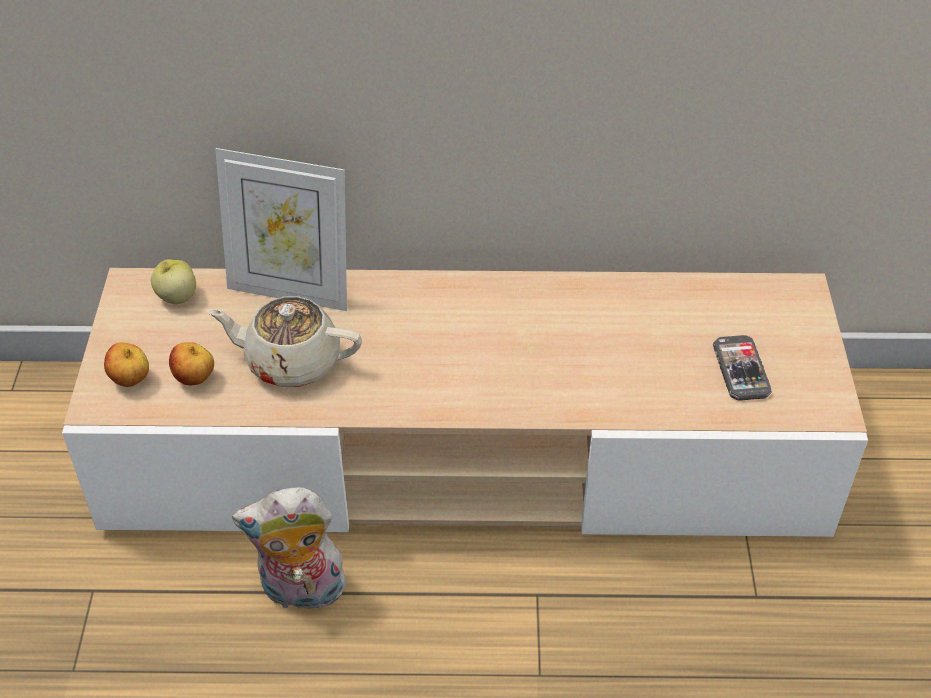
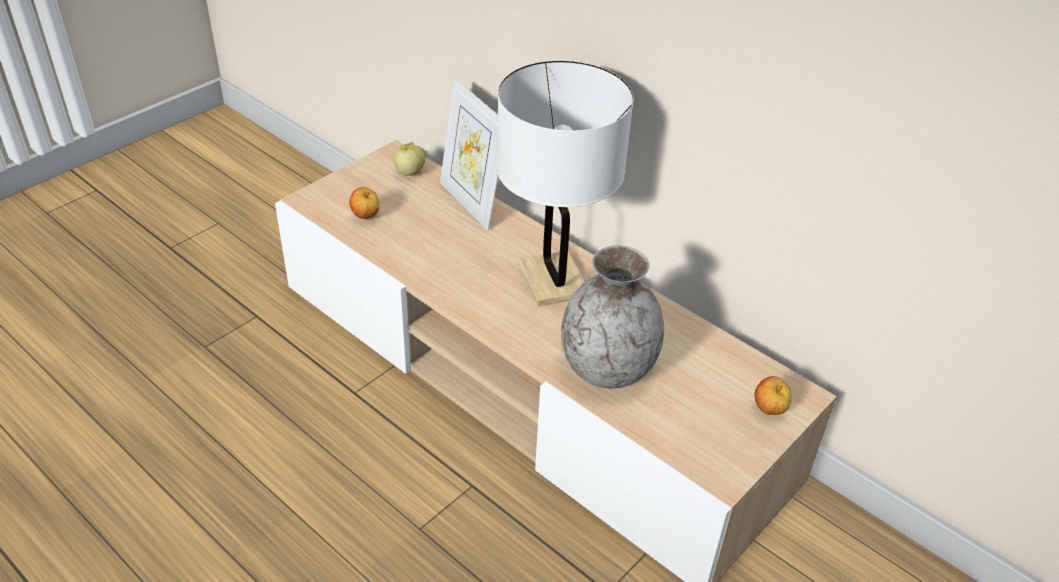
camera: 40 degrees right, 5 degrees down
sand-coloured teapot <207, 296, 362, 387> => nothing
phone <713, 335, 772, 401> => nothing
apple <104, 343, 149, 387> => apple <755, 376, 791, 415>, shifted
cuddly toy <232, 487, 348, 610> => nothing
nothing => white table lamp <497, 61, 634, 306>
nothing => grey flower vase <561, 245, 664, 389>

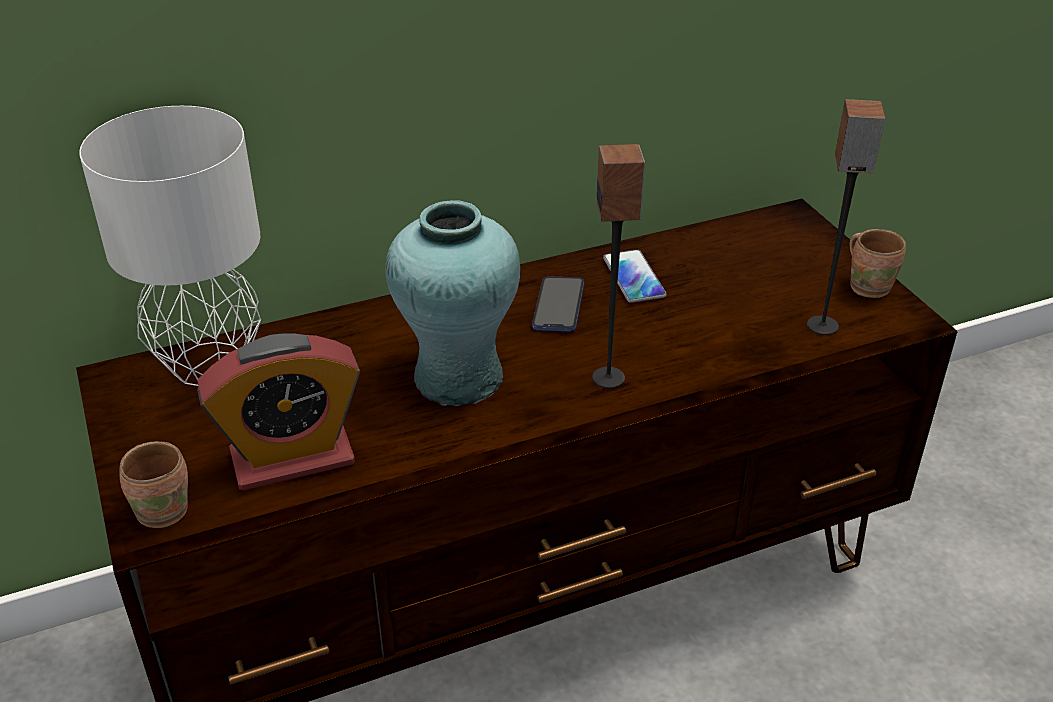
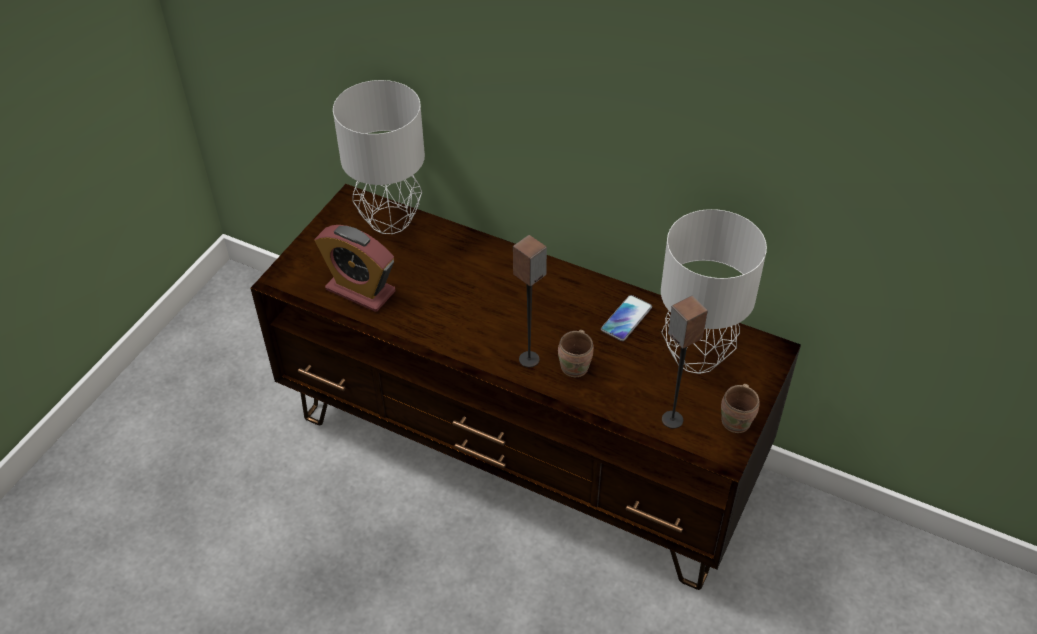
camera: 50 degrees right, 10 degrees up
blue-green flower vase <385, 200, 520, 406> => nothing
phone <532, 277, 584, 331> => nothing
brownish coffee mug <120, 441, 188, 528> => brownish coffee mug <558, 330, 594, 377>, shifted
nothing => grey table lamp <661, 209, 767, 374>

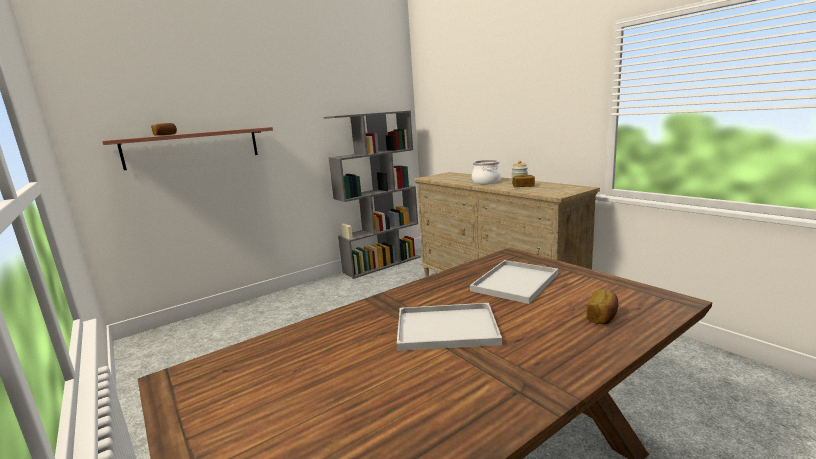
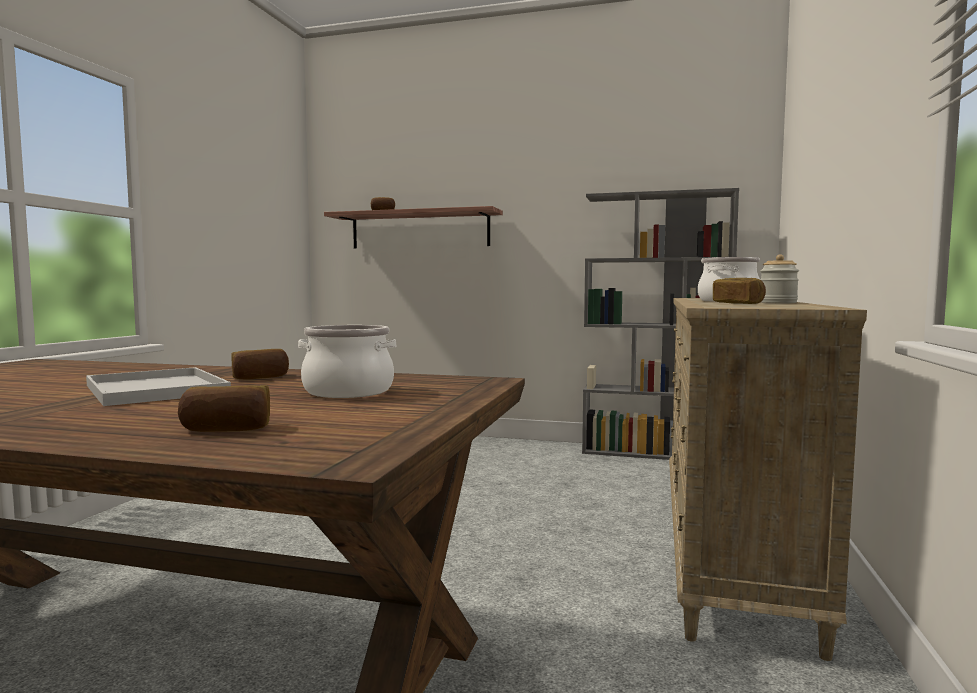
camera: 50 degrees right, 10 degrees down
white tray <470, 260, 558, 304> => cooking pot <298, 325, 396, 398>
nothing => bread <232, 349, 289, 379>

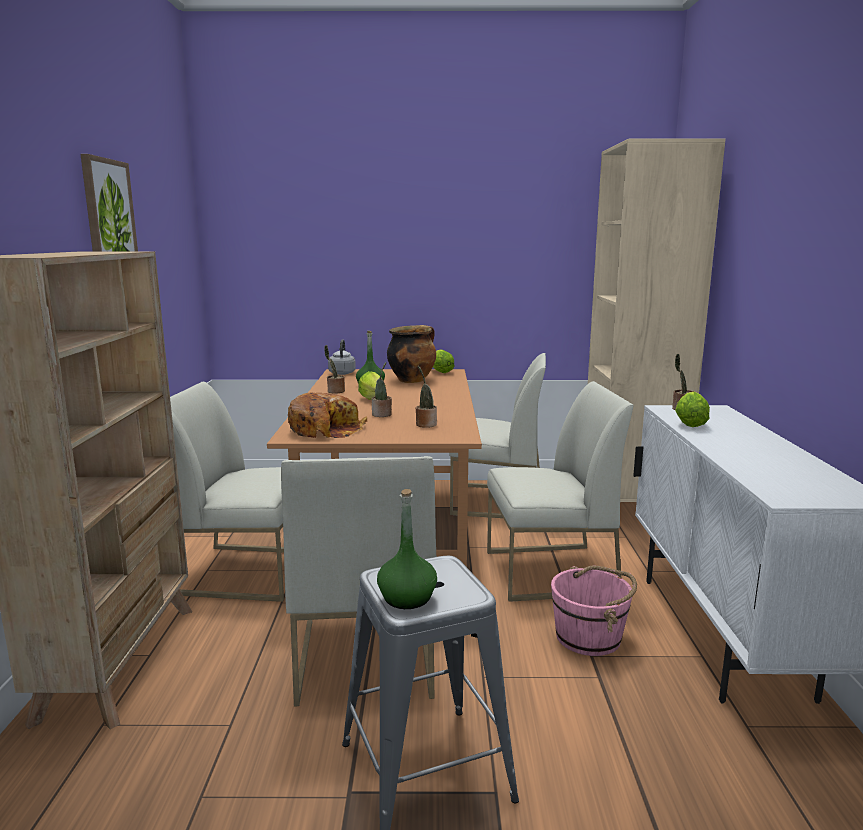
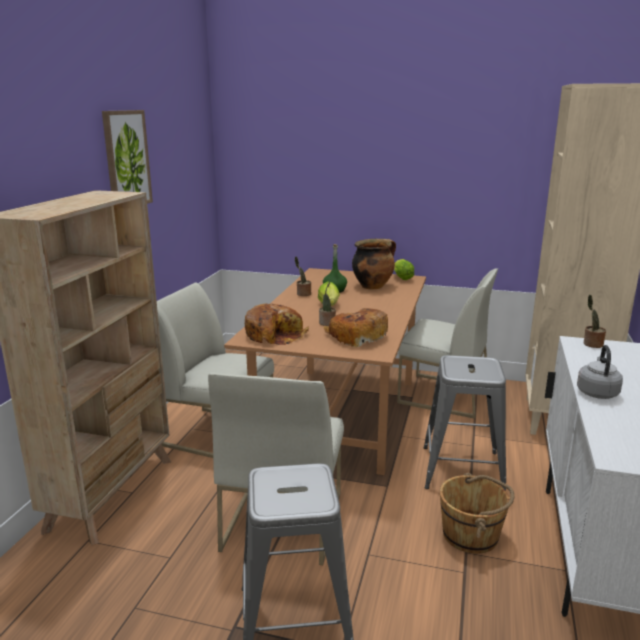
camera: 15 degrees right, 5 degrees up
grey water kettle <328, 339, 356, 375> => grey water kettle <577, 345, 623, 399>, shifted
potted plant <415, 366, 437, 428> => bread <324, 308, 388, 347>
white upright chair <487, 381, 633, 602> => grey sitting stool <423, 355, 506, 490>
head of lettuce <675, 391, 710, 427> => nothing
green drink bottle <377, 489, 437, 609> => nothing
pink bucket <551, 565, 637, 656> => brownish bucket <440, 473, 514, 554>

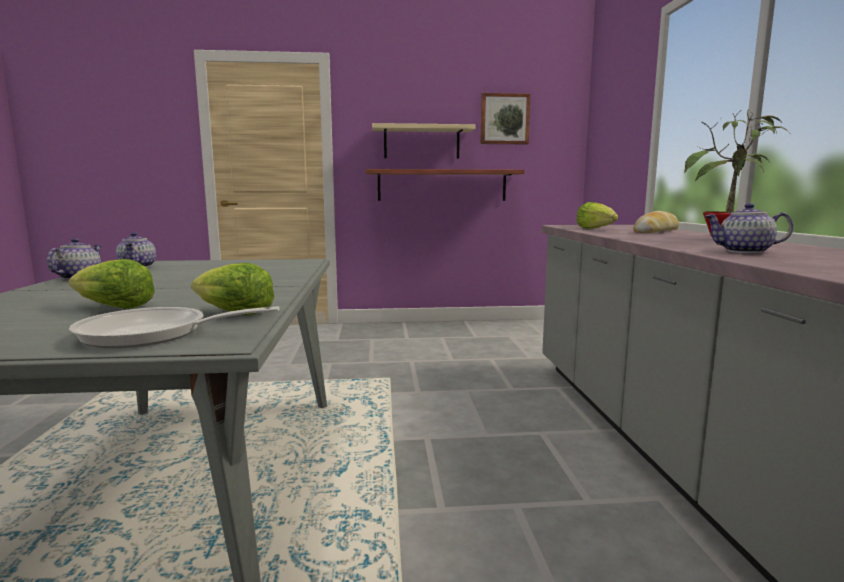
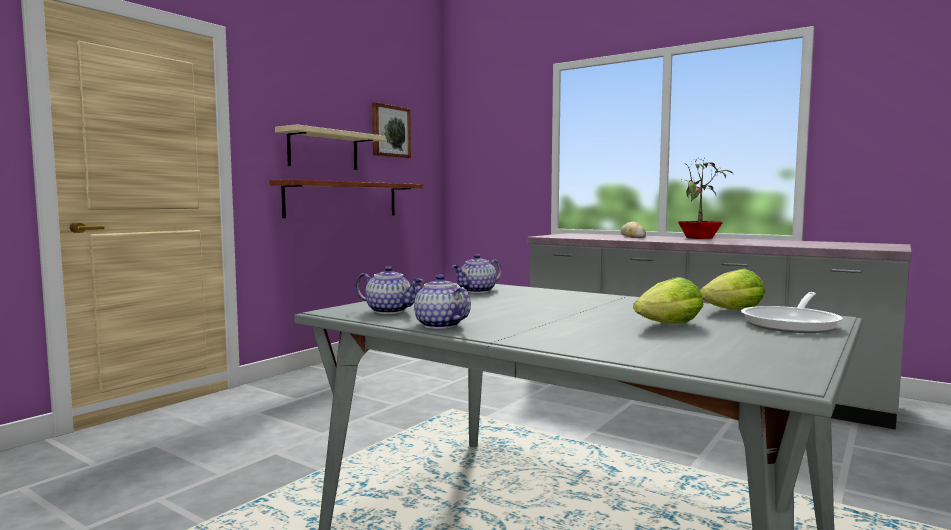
camera: 50 degrees left, 5 degrees down
head of lettuce <576, 202, 618, 229> => nothing
teapot <705, 203, 793, 253> => teapot <452, 254, 502, 293>, shifted

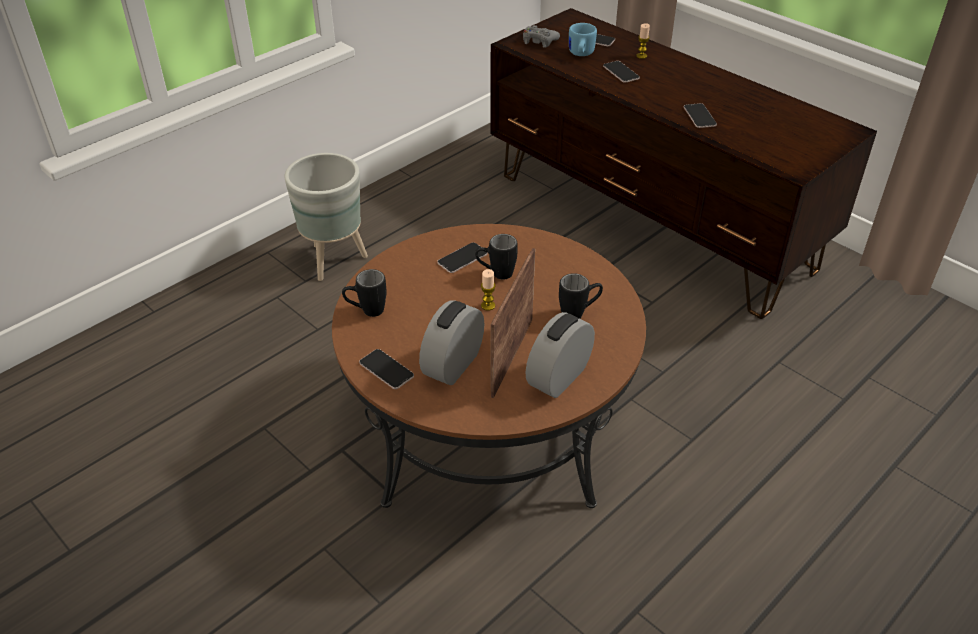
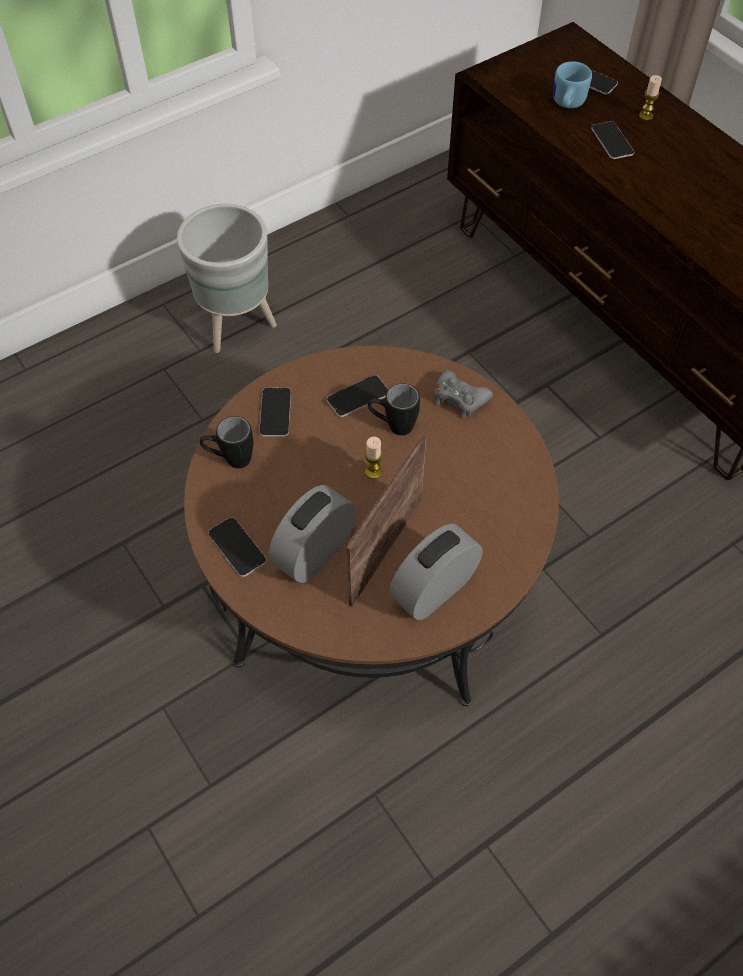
camera: 10 degrees right, 15 degrees up
grey gamepad <523, 25, 560, 48> => grey gamepad <434, 370, 493, 418>, shifted
phone <684, 103, 717, 128> => phone <259, 387, 291, 437>, shifted
black coffee mug <559, 273, 603, 319> => nothing

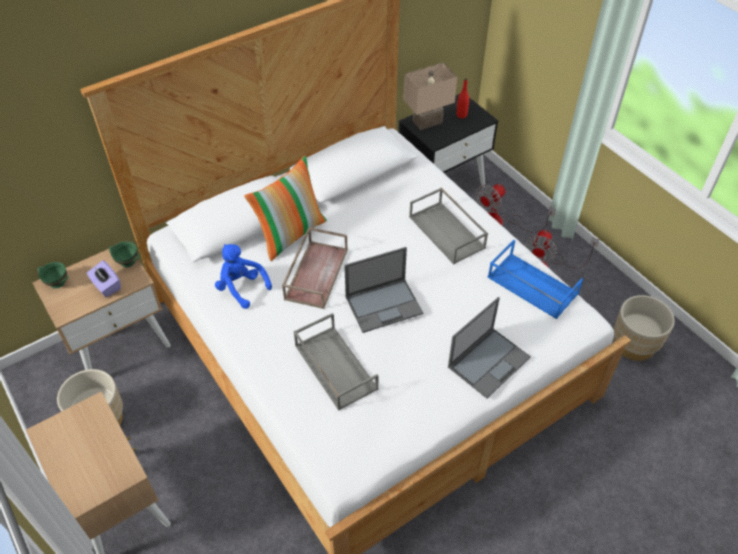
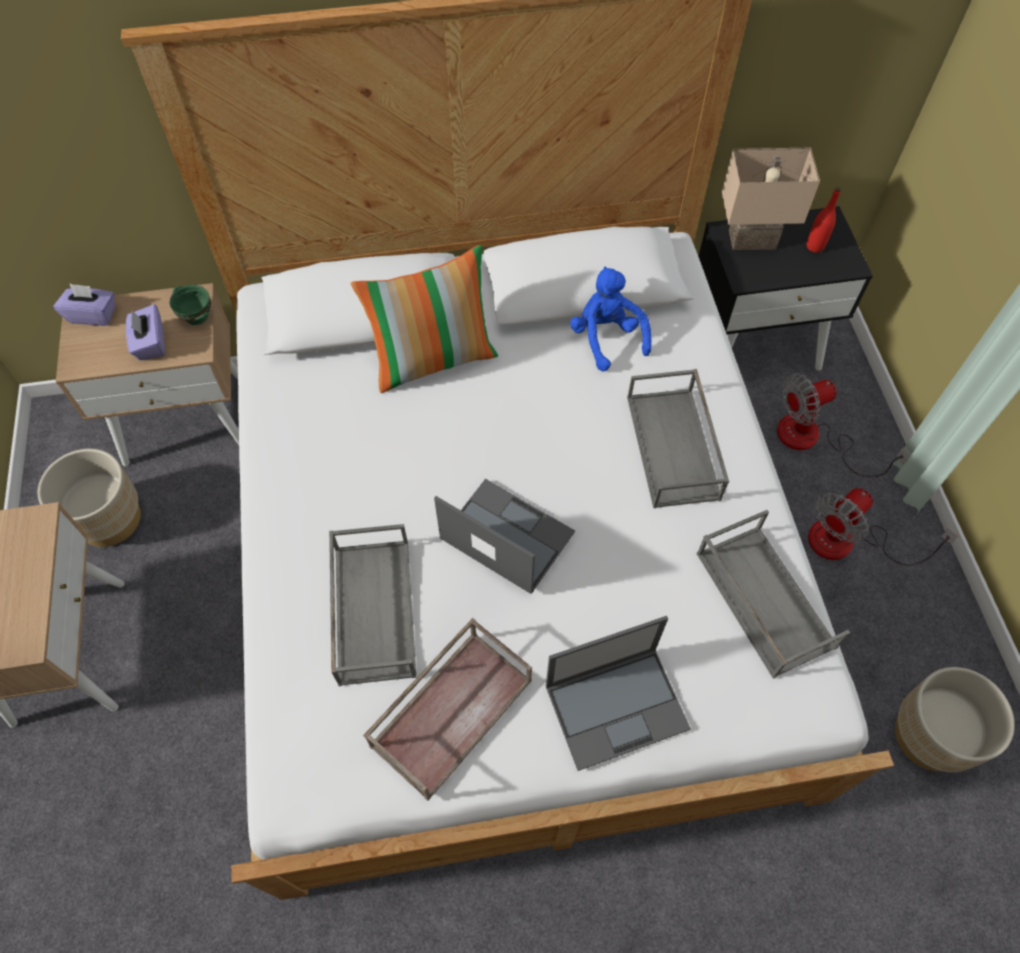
camera: 25 degrees right, 10 degrees up
brownish tray <282, 227, 348, 309> => brownish tray <363, 618, 532, 801>, shifted
blue-coloured tray <488, 240, 583, 319> => grey tray <696, 510, 850, 679>
blue-coloured cuddly toy <215, 244, 272, 309> => blue-coloured cuddly toy <570, 266, 651, 371>, shifted
notebook computer <344, 247, 423, 333> => notebook computer <434, 479, 575, 594>, 150 degrees counterclockwise
green bowl <38, 262, 68, 289> => purplish tissue box <53, 283, 115, 326>

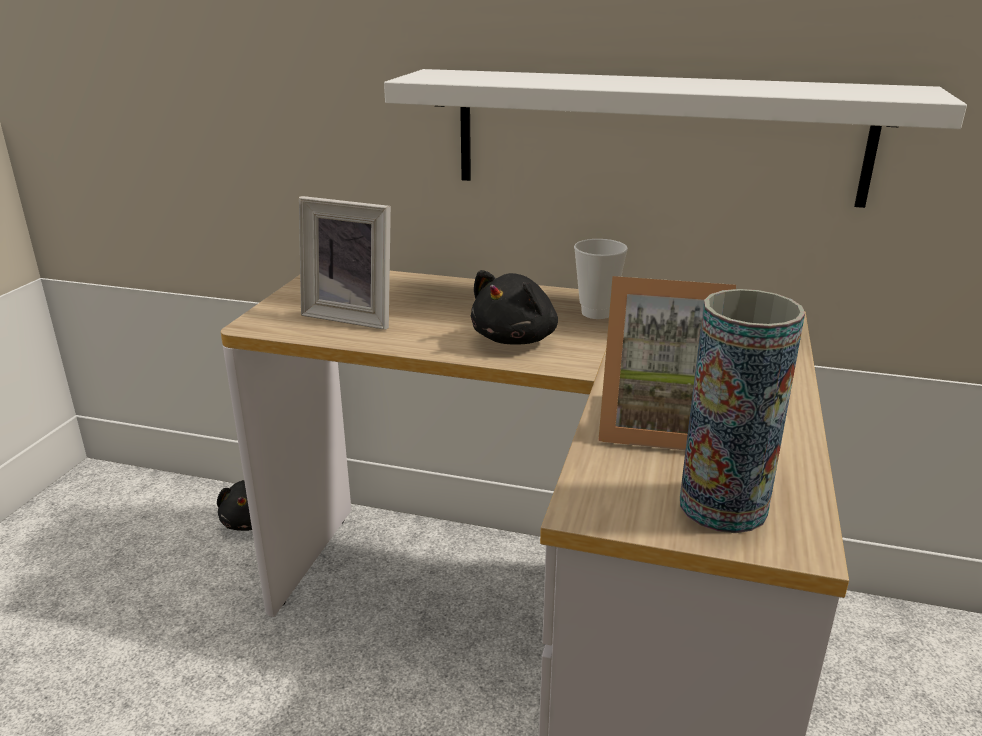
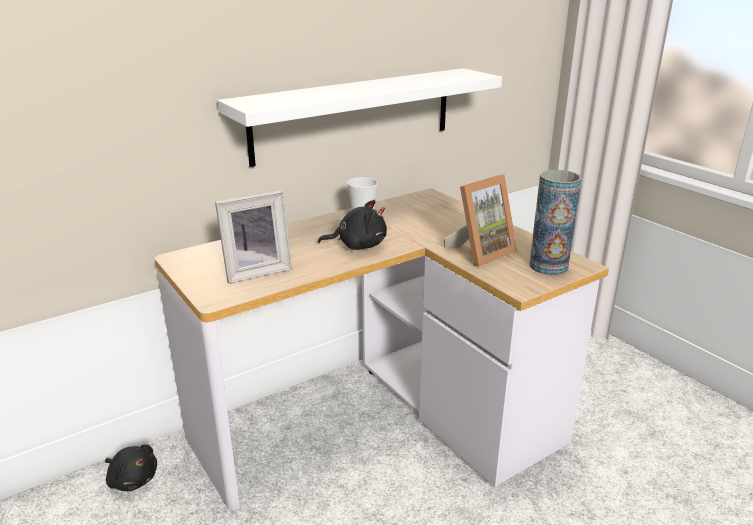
camera: 50 degrees left, 0 degrees up
black cuddly toy <471, 270, 558, 345> => black cuddly toy <318, 200, 387, 250>, 75 degrees counterclockwise

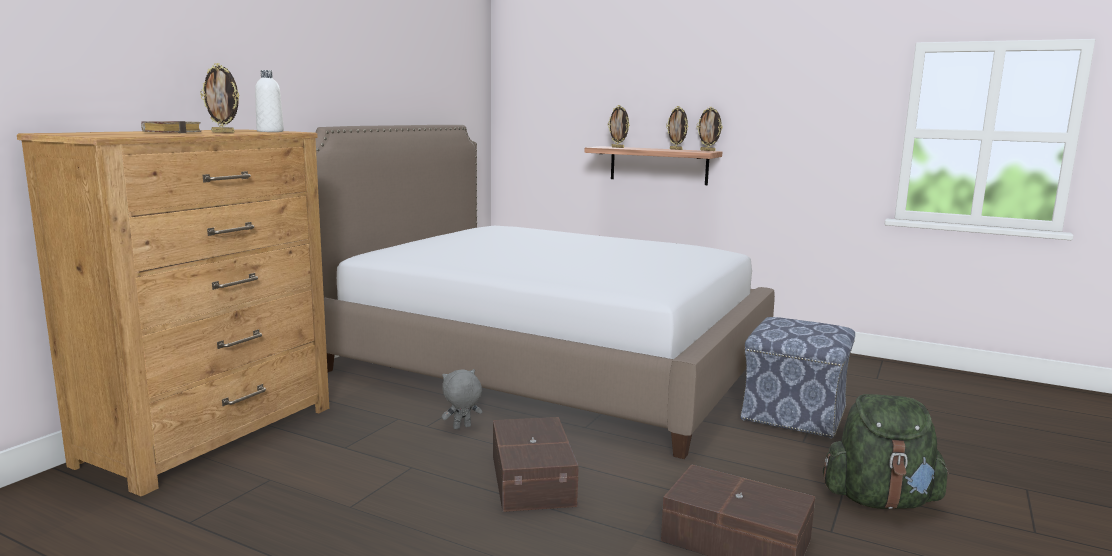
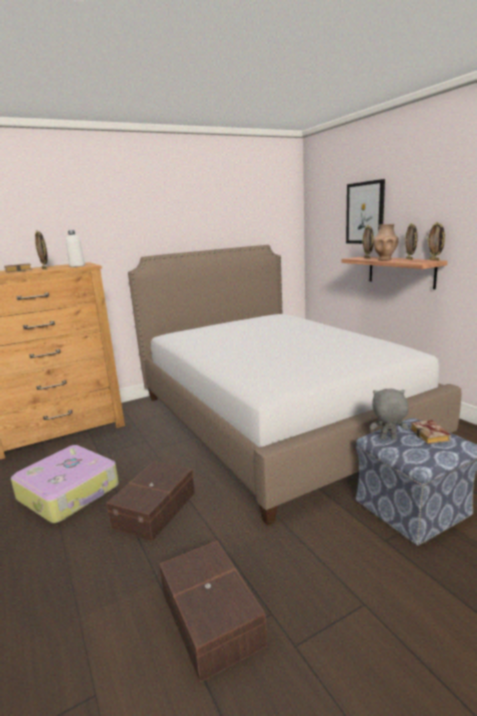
camera: 35 degrees right, 5 degrees up
grey cuddly toy <442, 369, 482, 429> => grey cuddly toy <370, 389, 409, 439>, shifted
green knapsack <823, 394, 949, 509> => nothing
nothing => wall picture <346, 179, 385, 244>
nothing => brownish flower vase <373, 224, 399, 261>
nothing => bound book <410, 420, 451, 444>
nothing => piece of luggage <11, 445, 119, 523>

